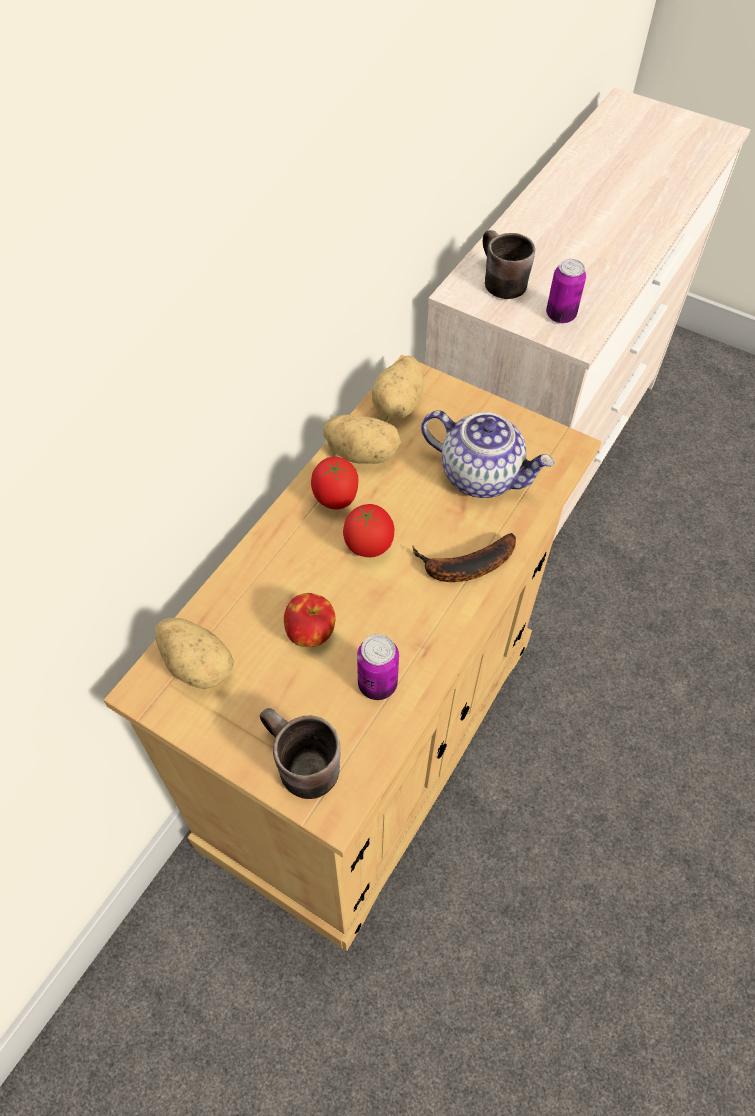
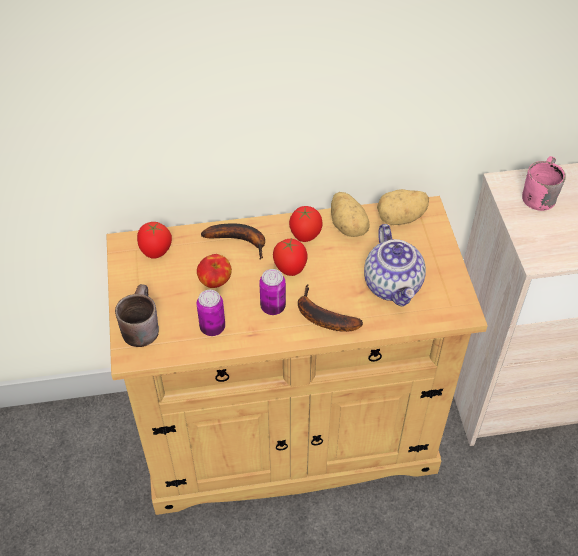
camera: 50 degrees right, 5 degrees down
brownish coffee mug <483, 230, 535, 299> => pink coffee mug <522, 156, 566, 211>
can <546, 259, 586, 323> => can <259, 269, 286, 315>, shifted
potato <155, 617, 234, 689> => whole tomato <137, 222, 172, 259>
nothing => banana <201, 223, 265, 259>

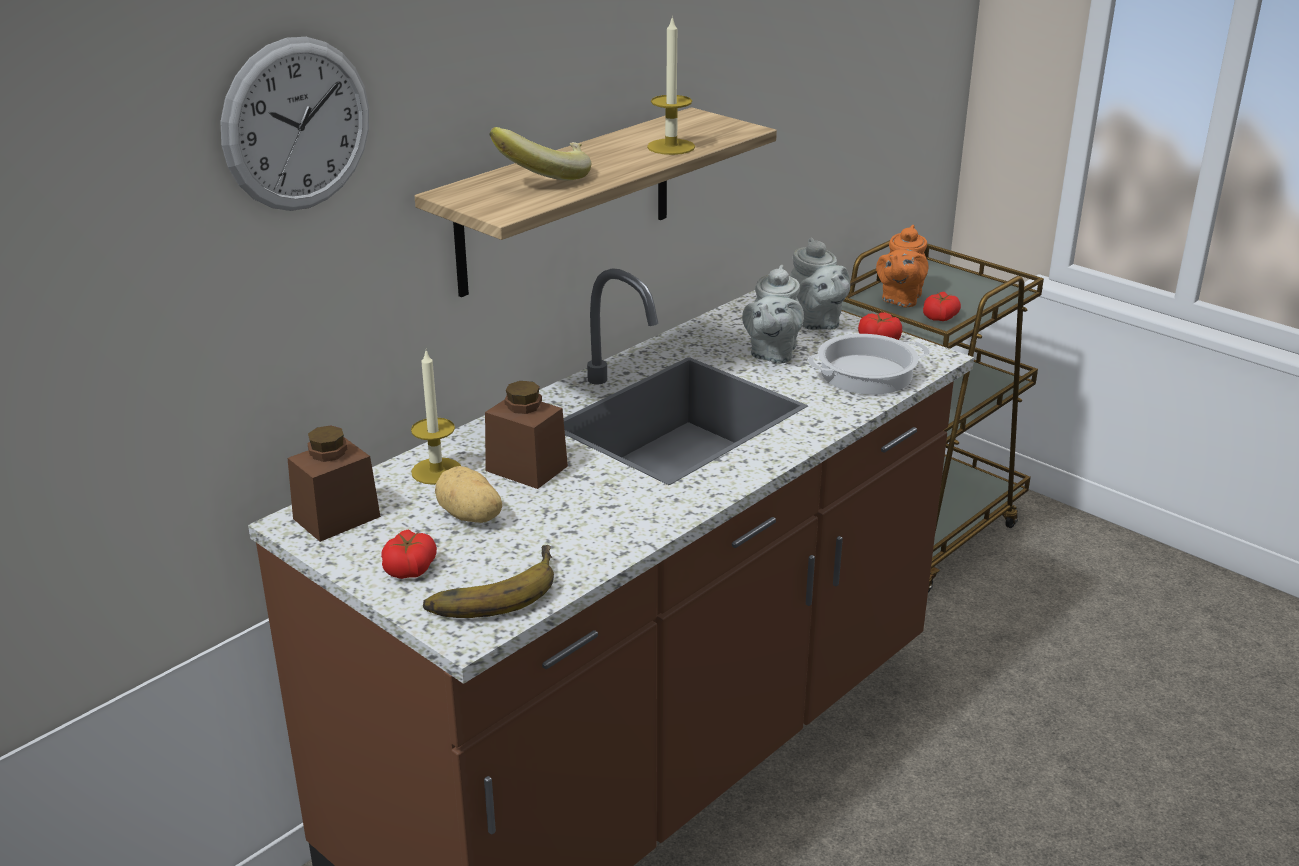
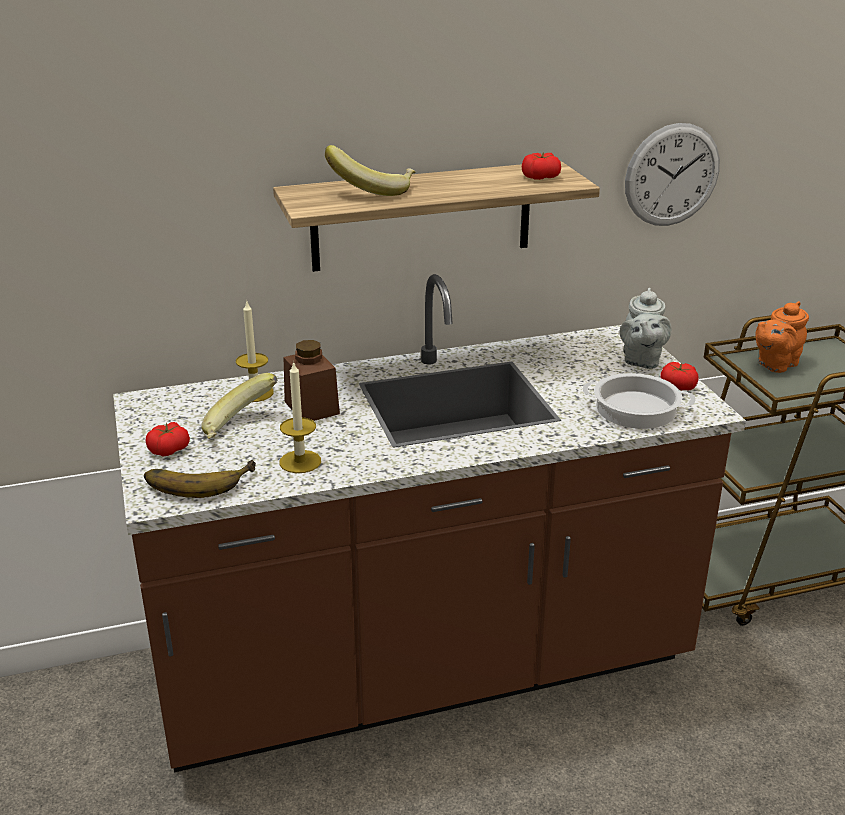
camera: 30 degrees right, 0 degrees up
wax candle <647, 16, 695, 155> => wax candle <279, 361, 321, 473>, shifted
clock on the wall <220, 37, 369, 211> => clock on the wall <625, 123, 720, 226>, shifted
grey teapot <742, 265, 804, 364> => nothing
whole tomato <923, 292, 961, 321> => whole tomato <522, 153, 561, 180>, shifted
brownish storage jar <288, 425, 381, 542> => nothing
potato <435, 466, 502, 523> => banana <201, 373, 277, 439>

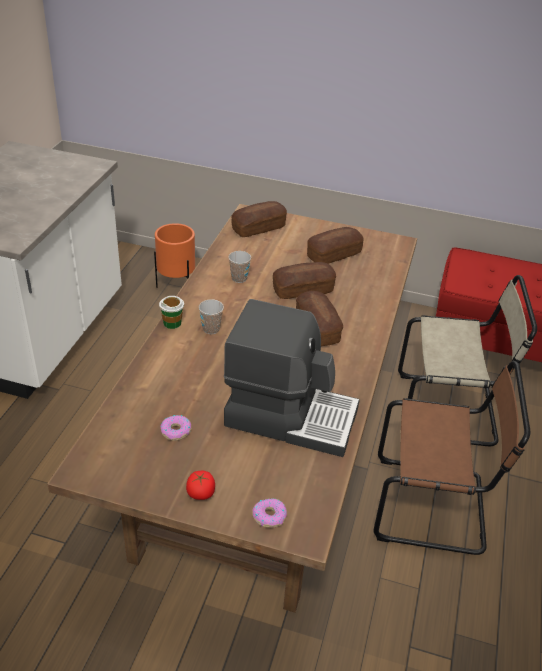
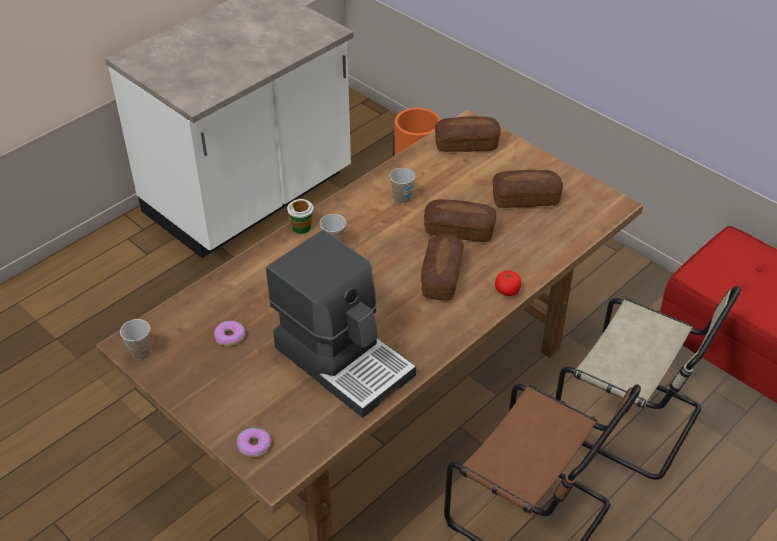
camera: 30 degrees right, 5 degrees up
whole tomato <186, 471, 215, 500> => whole tomato <495, 270, 521, 296>, shifted
nothing => drinking cup <120, 319, 151, 360>

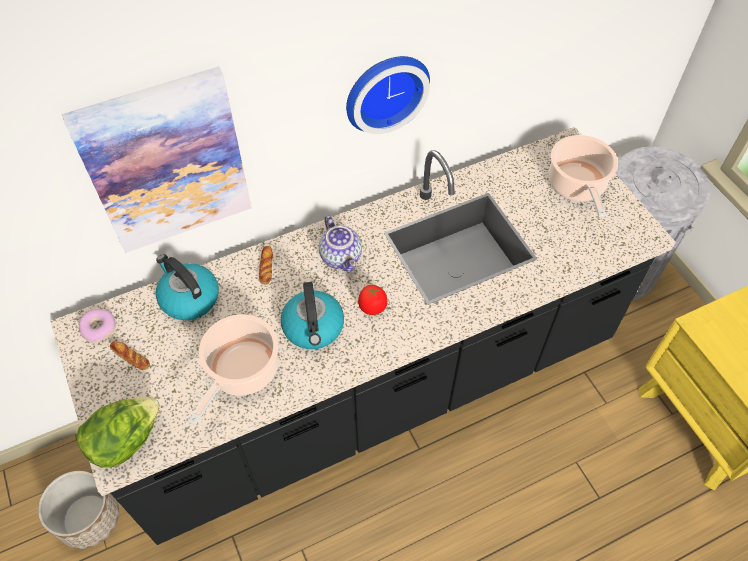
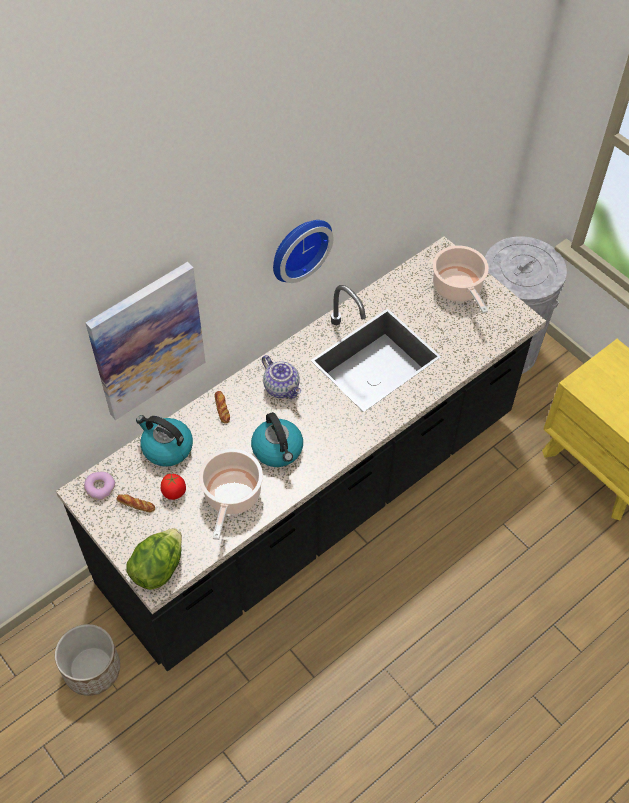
camera: 15 degrees left, 0 degrees up
whole tomato <358, 285, 387, 315> => whole tomato <161, 473, 186, 500>, shifted

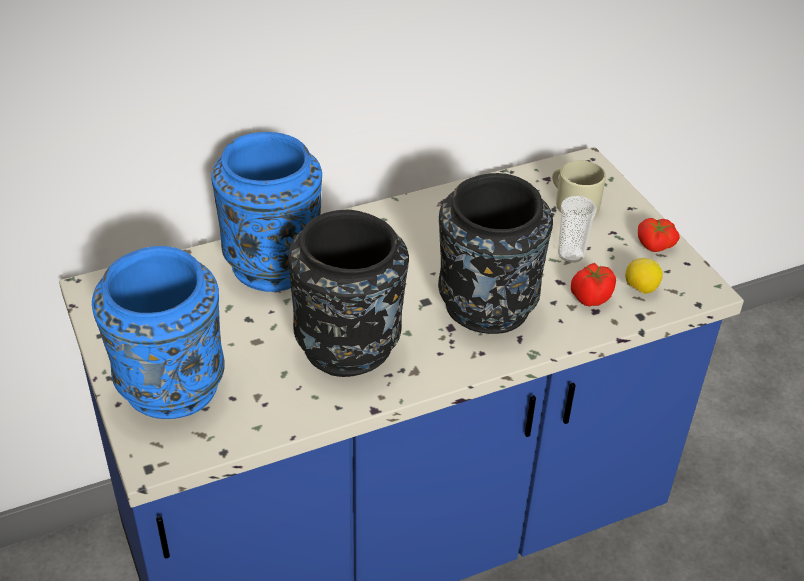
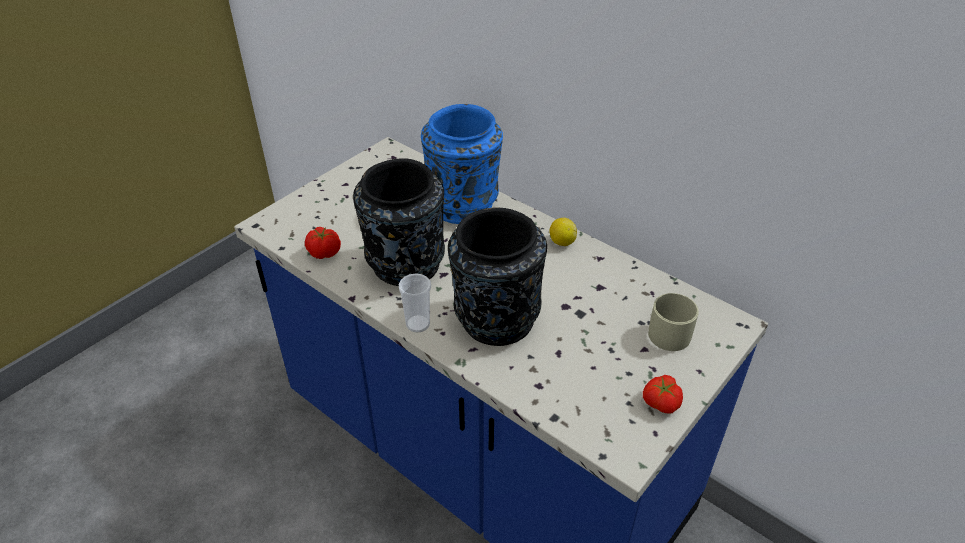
camera: 65 degrees right, 0 degrees up
drinking cup <558, 196, 597, 263> => drinking cup <399, 274, 431, 332>, shifted
blue-coloured flower vase <92, 246, 225, 419> => nothing
lemon <625, 258, 663, 294> => lemon <549, 218, 577, 246>, shifted
whole tomato <571, 263, 616, 306> => whole tomato <305, 227, 341, 259>, shifted

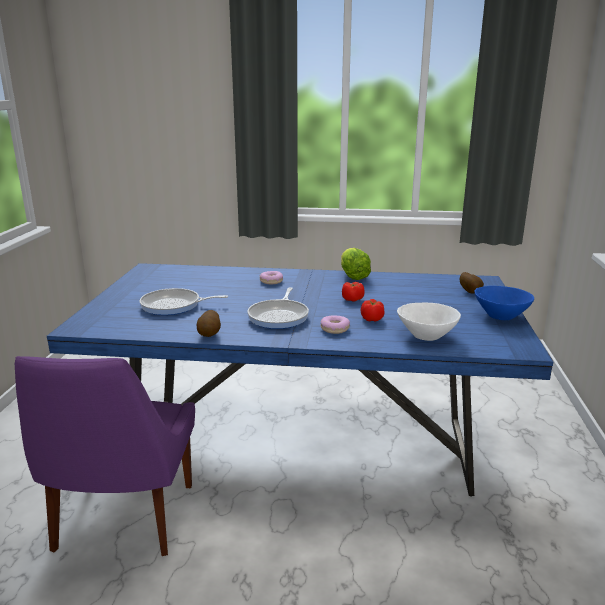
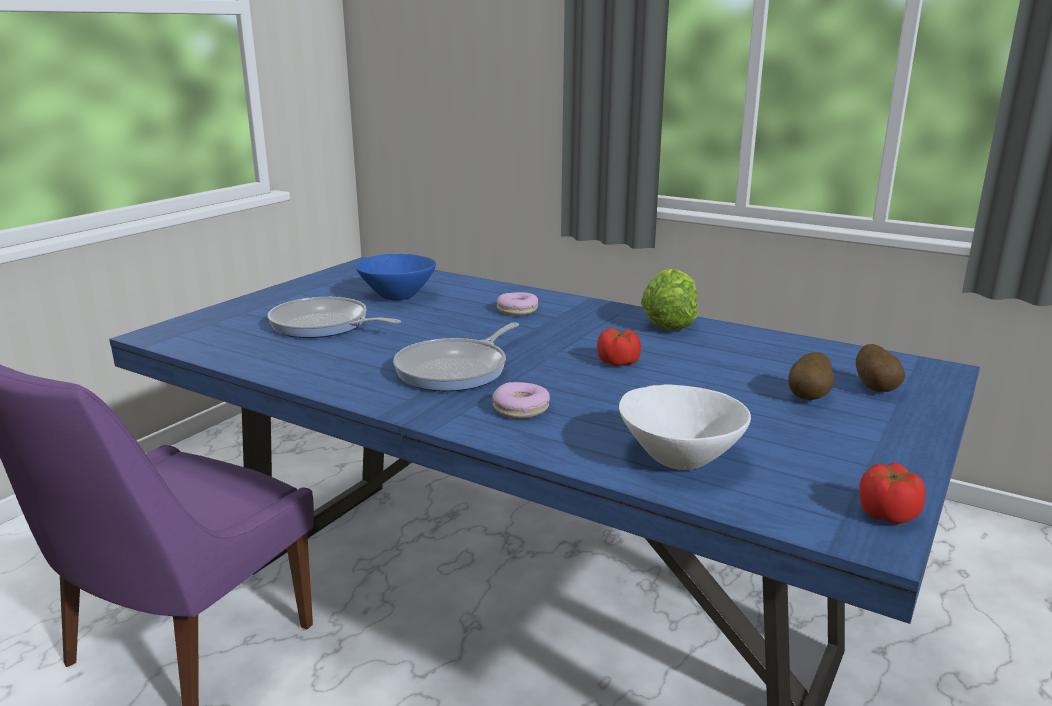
camera: 25 degrees right, 0 degrees up
blue-coloured bowl <475, 286, 534, 320> => blue-coloured bowl <356, 254, 436, 300>, shifted
whole tomato <361, 299, 385, 322> => whole tomato <859, 462, 925, 524>, shifted
potato <197, 310, 221, 337> => potato <789, 352, 834, 400>, shifted

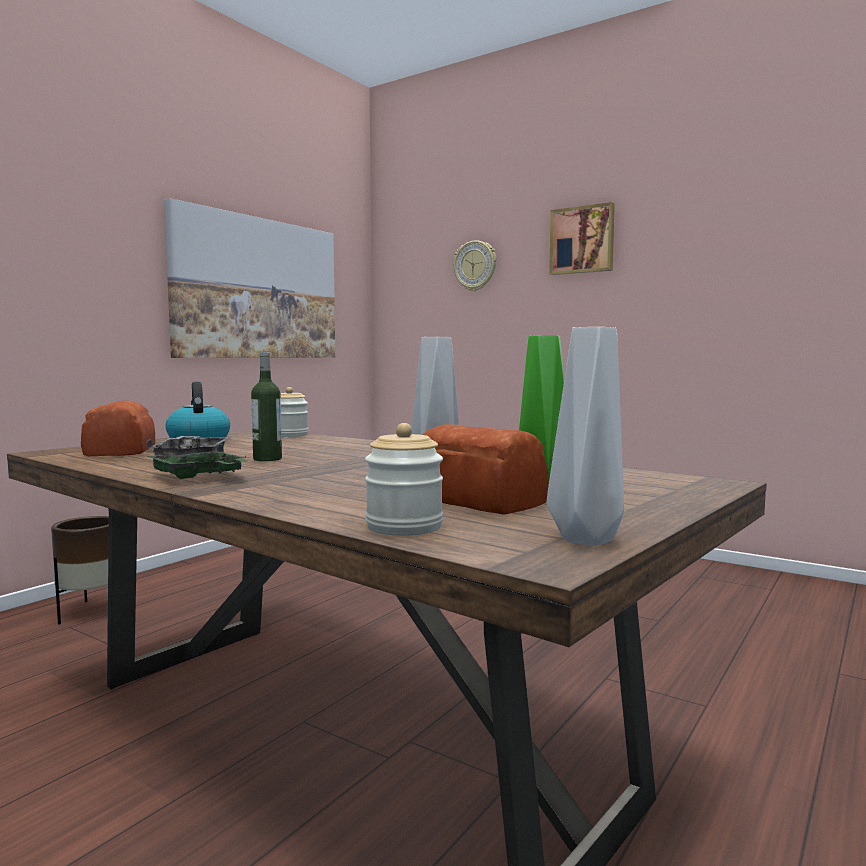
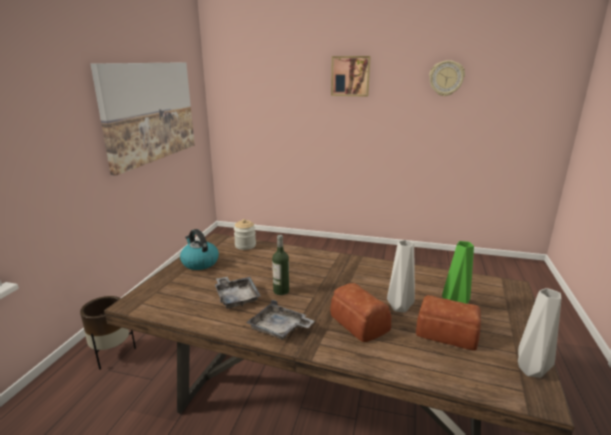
camera: 20 degrees left, 15 degrees up
clock on the wall <453, 240, 496, 291> => clock on the wall <429, 60, 465, 96>, shifted
bread <81, 401, 155, 456> => bread <330, 283, 391, 342>, shifted
storage jar <365, 423, 443, 536> => nothing
green tray <147, 444, 248, 479> => grey tray <246, 300, 315, 340>

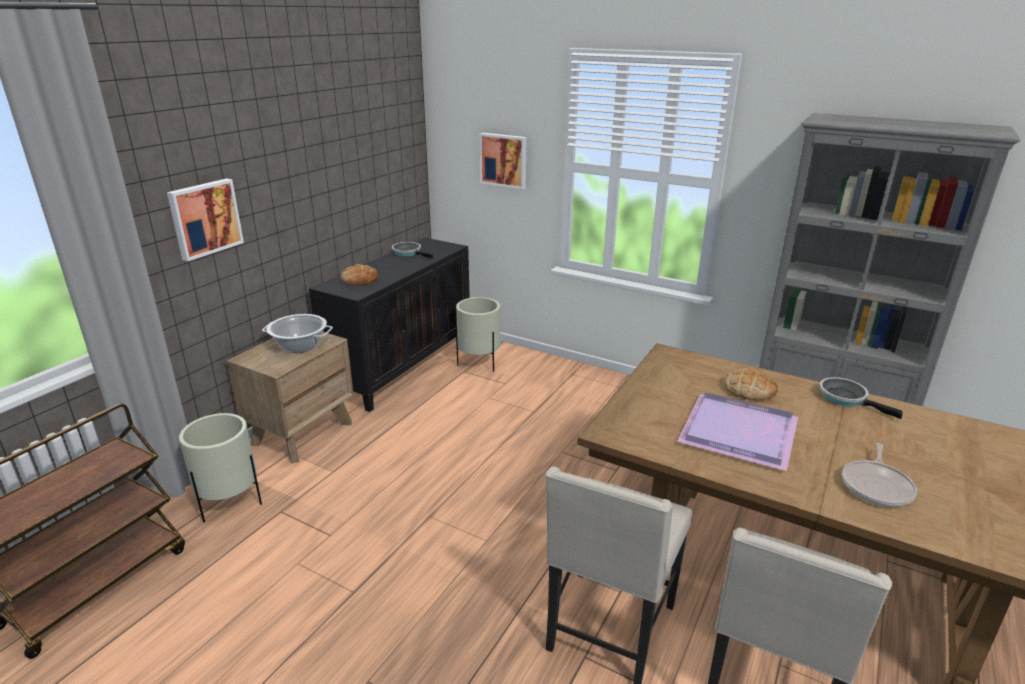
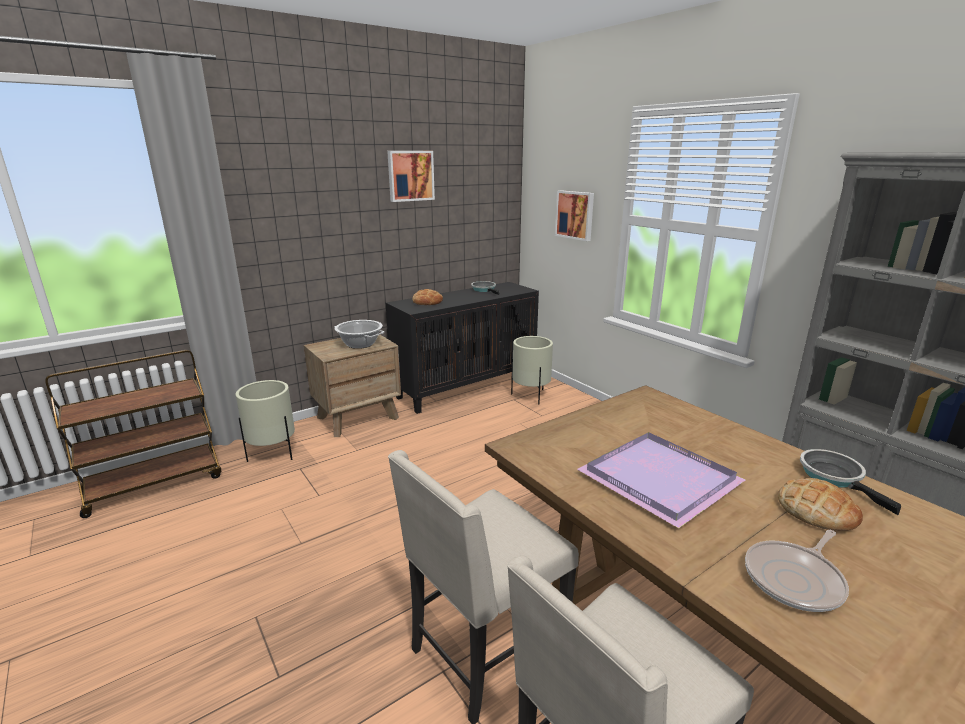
camera: 25 degrees right, 5 degrees down
wall picture <167, 178, 244, 261> => wall picture <387, 151, 435, 202>, shifted
bread <723, 368, 778, 400> => bread <778, 478, 863, 531>, shifted

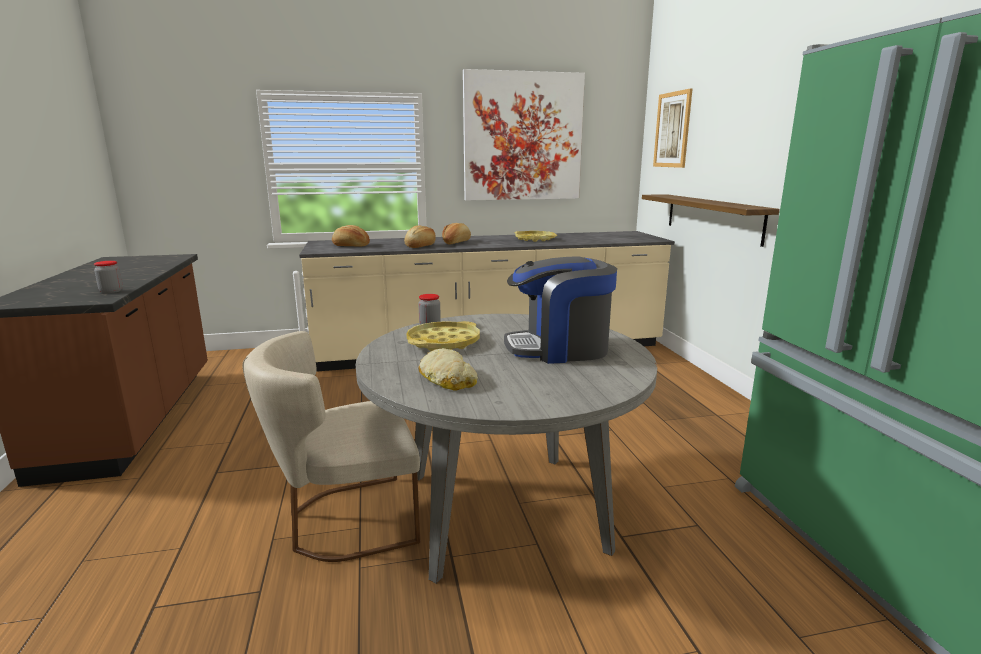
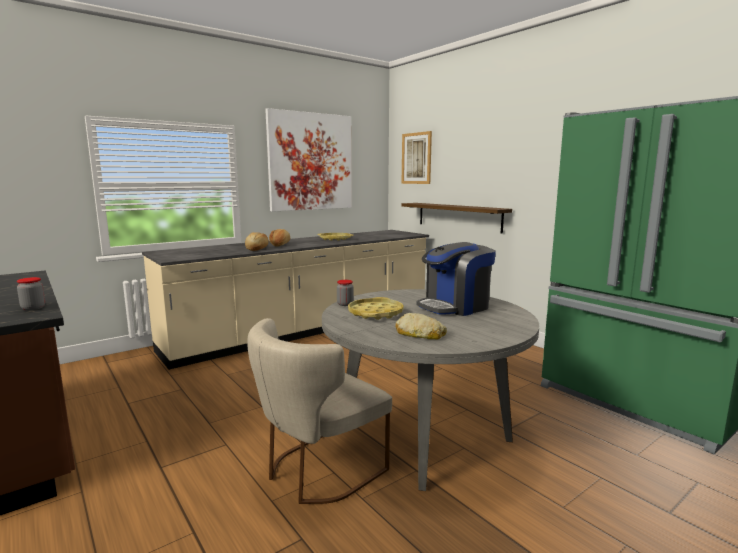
camera: 25 degrees left, 5 degrees down
bread <332, 225, 370, 247> => nothing

